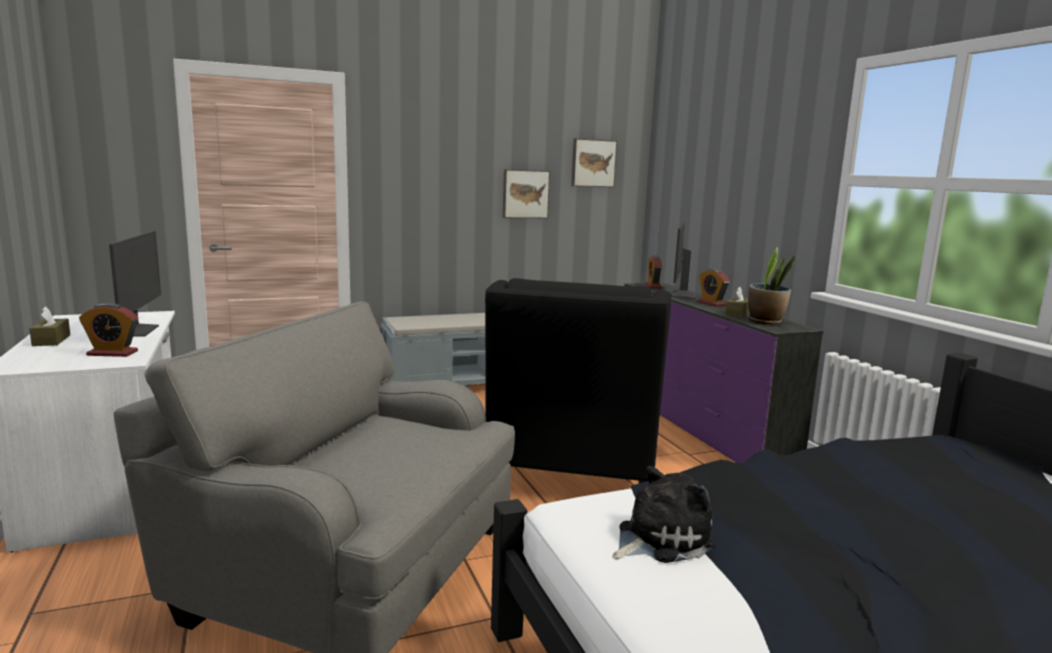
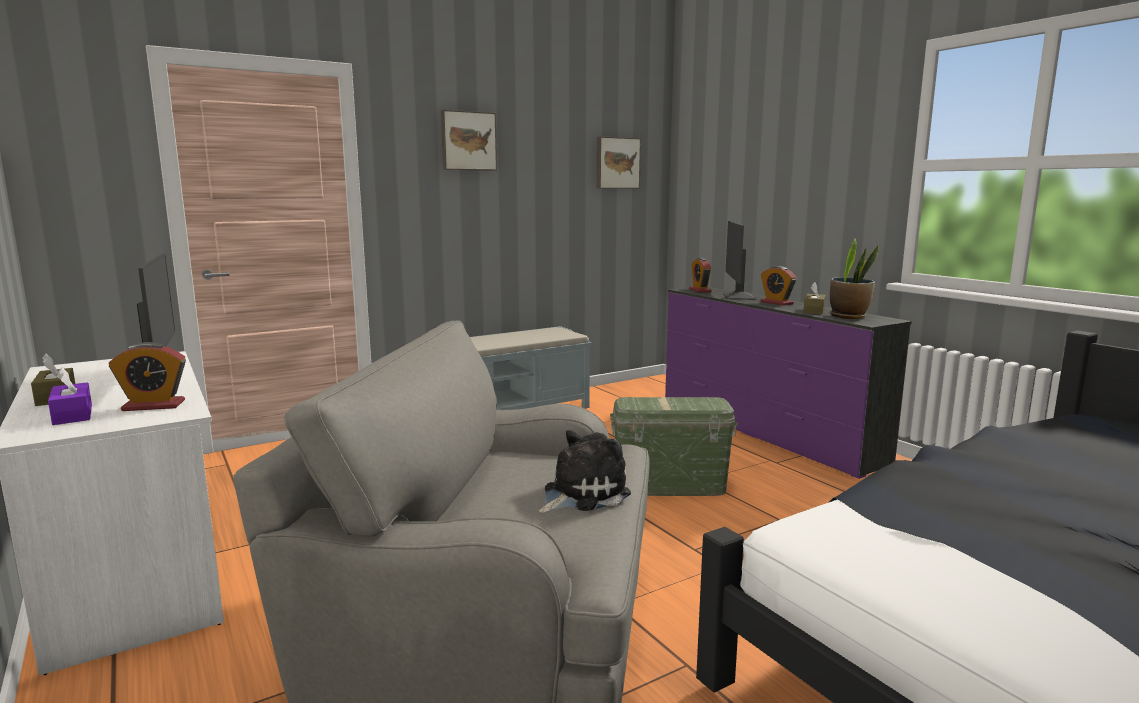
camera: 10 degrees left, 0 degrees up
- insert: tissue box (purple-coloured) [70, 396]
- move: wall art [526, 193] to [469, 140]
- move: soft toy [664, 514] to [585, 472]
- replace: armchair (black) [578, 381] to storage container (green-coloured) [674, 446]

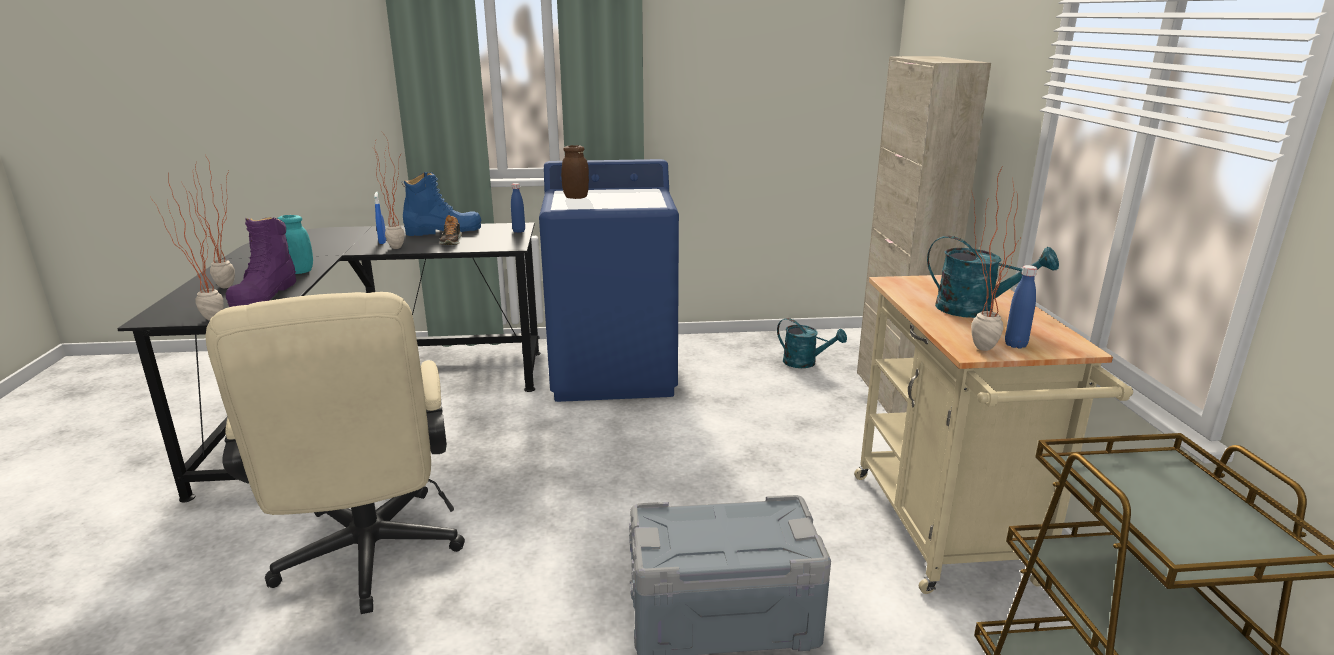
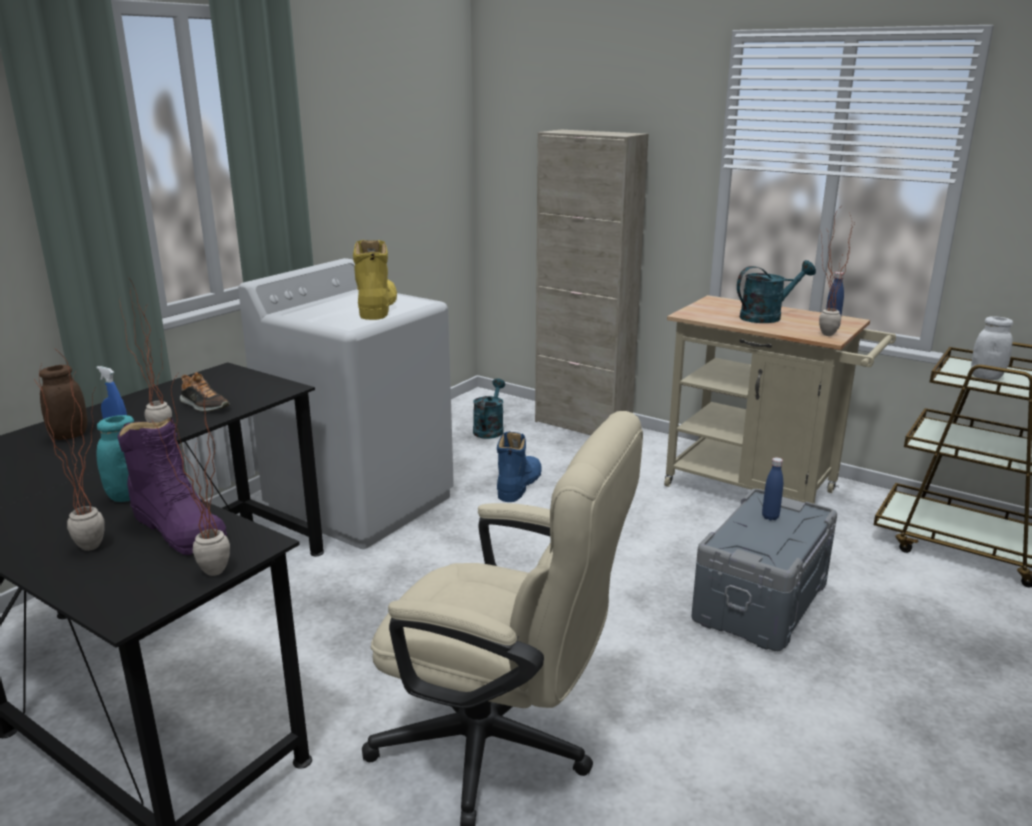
camera: 50 degrees left, 0 degrees up
- insert: boot (yellowish) [375, 280]
- insert: storage jar (white) [992, 348]
- move: boot (blue-coloured) [441, 204] to [519, 466]
- move: beverage bottle (blue-coloured) [518, 208] to [772, 488]
- move: storage jar (brown) [575, 172] to [63, 402]
- recolor: washing machine (blue-coloured) [609, 280] to washing machine (white) [346, 403]
- rotate: watering pot (turquoise) [812, 343] = [489, 408] 60 degrees counterclockwise

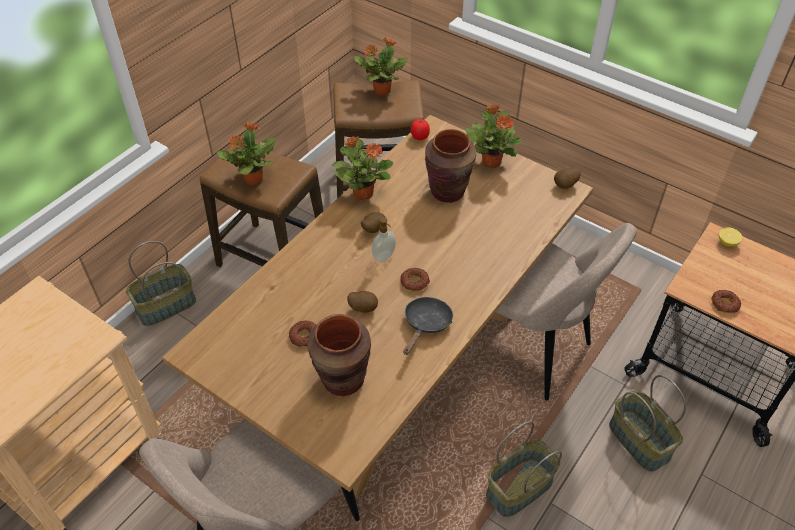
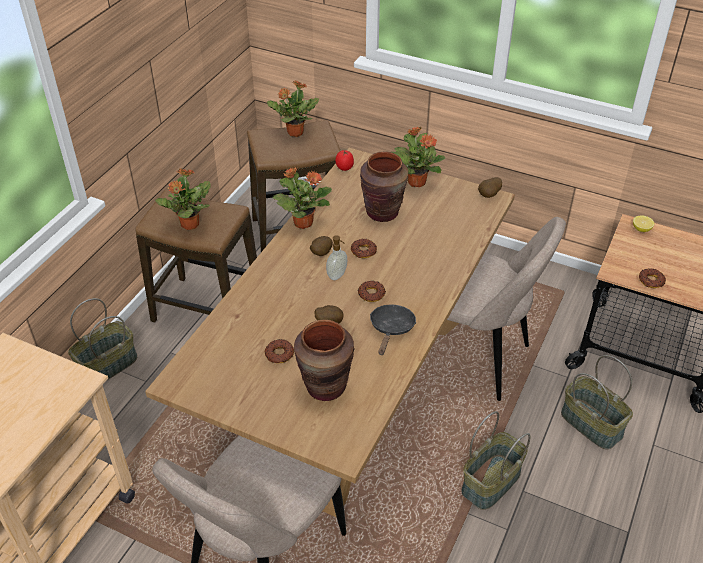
camera: 10 degrees left, 5 degrees down
- insert: doughnut [364, 248]

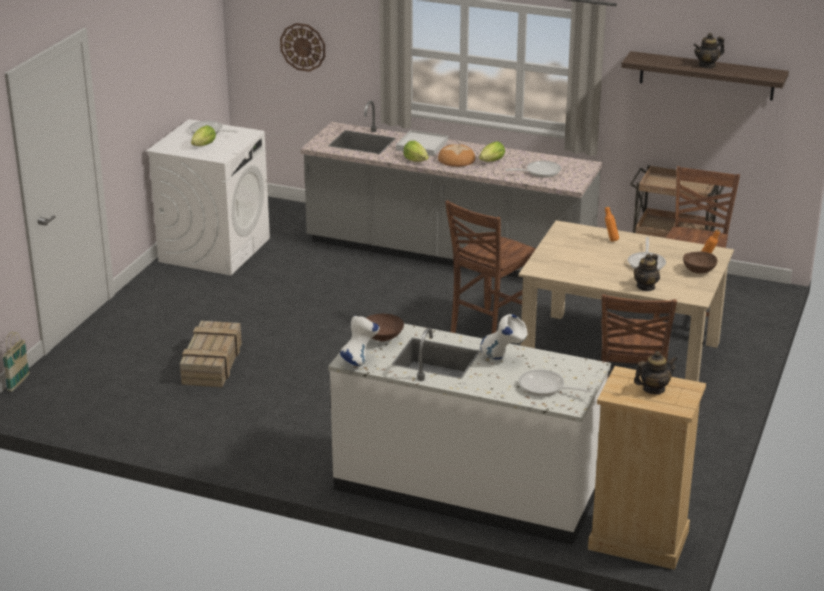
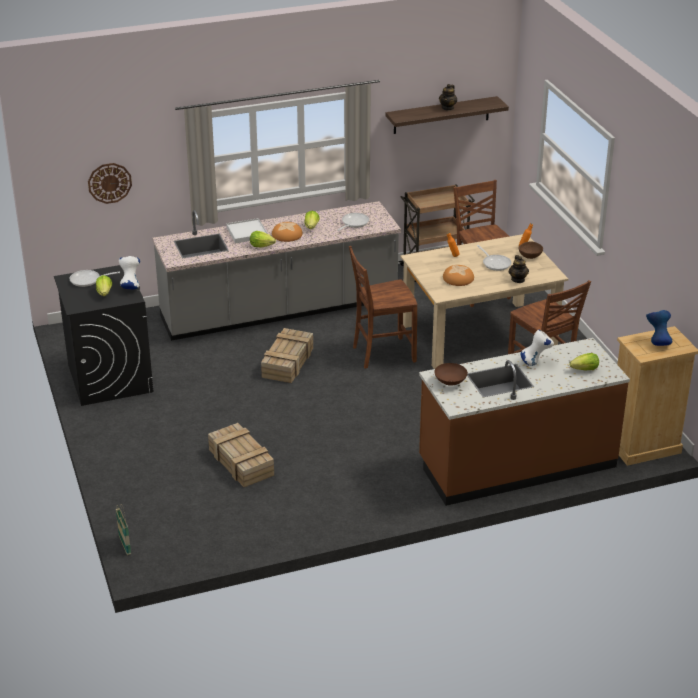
camera: 40 degrees left, 5 degrees up
- insert: packing crate [287, 355]
- insert: bread [458, 275]
- move: flower vase (white) [360, 340] to [129, 272]
- replace: pan [555, 383] to lettuce [584, 361]
- replace: teapot [655, 372] to flower vase (blue-coloured) [659, 328]
- recolor: washing machine (white) [208, 197] to washing machine (black) [103, 335]
- recolor: kitchen counter (white) [469, 434] to kitchen counter (brown) [524, 422]
- rotate: chair (brown) [490, 267] = [383, 307] 75 degrees clockwise

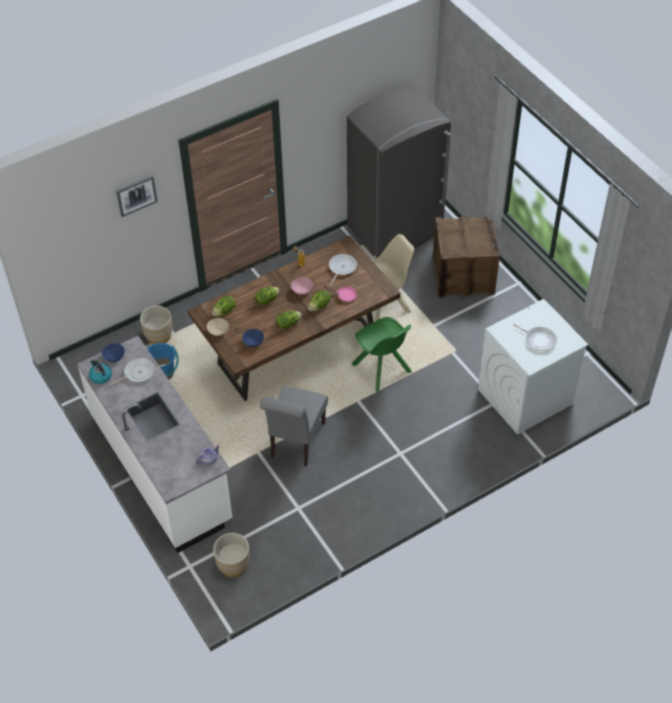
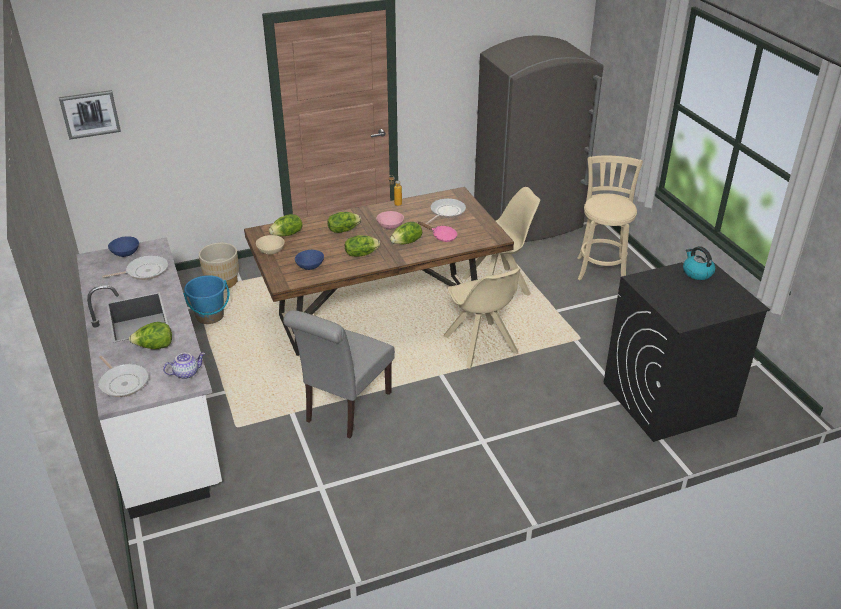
camera: 10 degrees right, 15 degrees down
- delete: flower pot (beige) [231, 555]
- insert: lettuce [150, 335]
- move: tea kettle [100, 372] to [699, 263]
- move: wall art [137, 196] to [90, 115]
- move: pan [535, 337] to [123, 376]
- replace: packing crate [466, 256] to sitting stool (beige) [610, 217]
- recolor: chair (green-coloured) [382, 354] to chair (beige) [481, 318]
- recolor: washing machine (white) [533, 367] to washing machine (black) [687, 352]

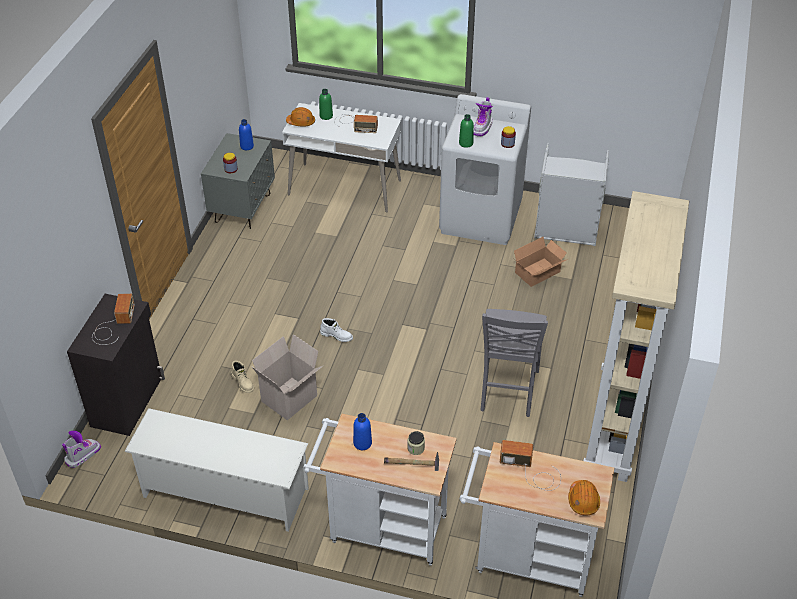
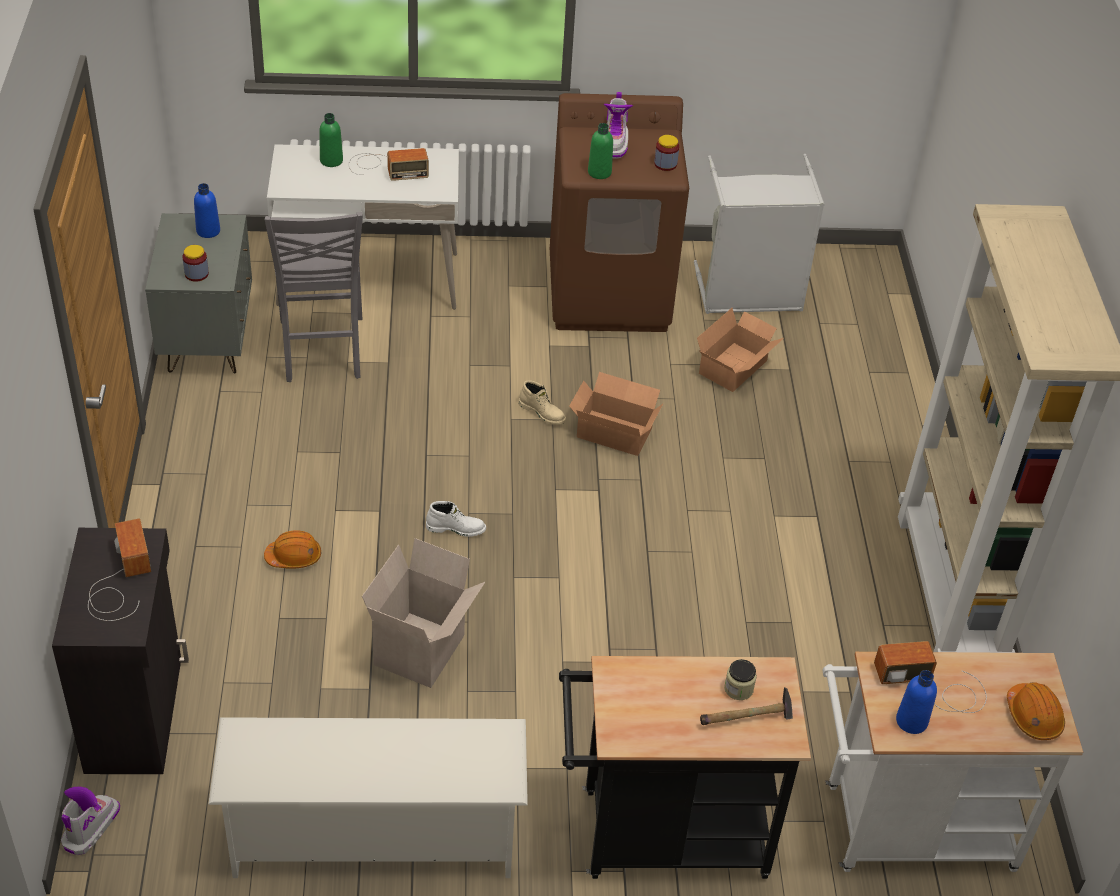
camera: 20 degrees left, 0 degrees up
- insert: cardboard box [616, 414]
- move: boot (beige) [242, 377] to [542, 402]
- move: work helmet (orangey) [300, 117] to [292, 549]
- move: beverage bottle (blue-coloured) [362, 431] to [916, 702]
- move: chair (grey) [514, 363] to [314, 297]
- recolor: cart (white) [380, 490] to cart (black) [685, 767]
- recolor: washing machine (white) [485, 169] to washing machine (brown) [619, 212]

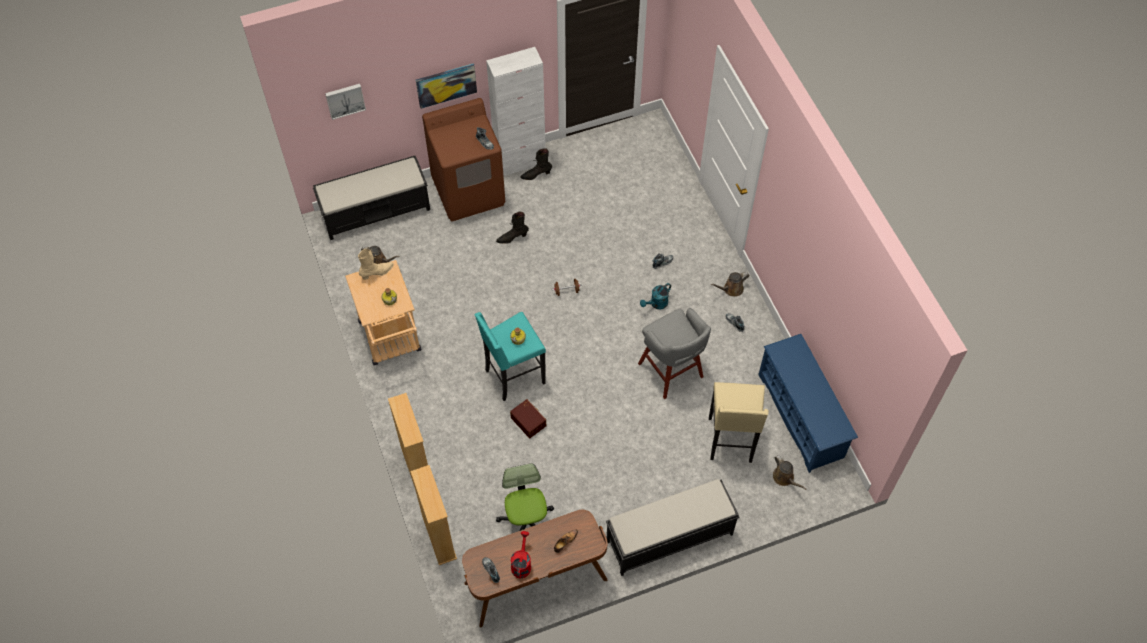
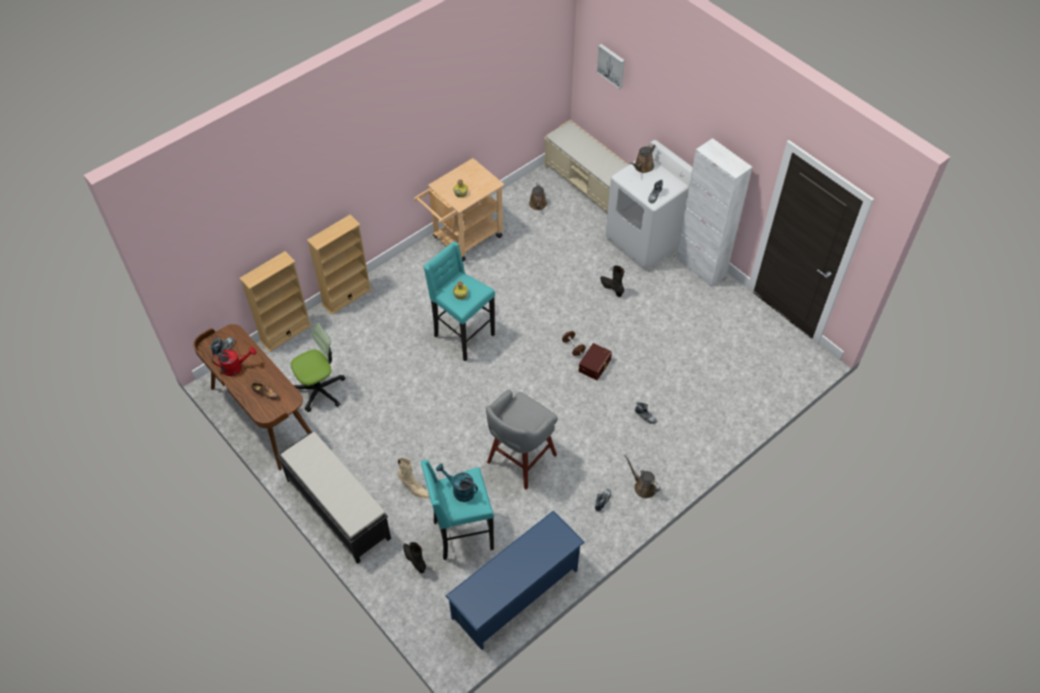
camera: 70 degrees right, 5 degrees down
- delete: wall art [446, 86]
- move: boot (beige) [376, 264] to [413, 478]
- move: storage container (brown) [528, 418] to [595, 361]
- move: boot (black) [536, 164] to [414, 557]
- move: watering pot (turquoise) [655, 296] to [457, 483]
- move: watering pot (brown) [789, 472] to [642, 158]
- recolor: indoor bench (black) [371, 198] to indoor bench (beige) [586, 166]
- recolor: washing machine (brown) [463, 159] to washing machine (white) [649, 205]
- recolor: sitting stool (beige) [739, 422] to sitting stool (turquoise) [457, 510]

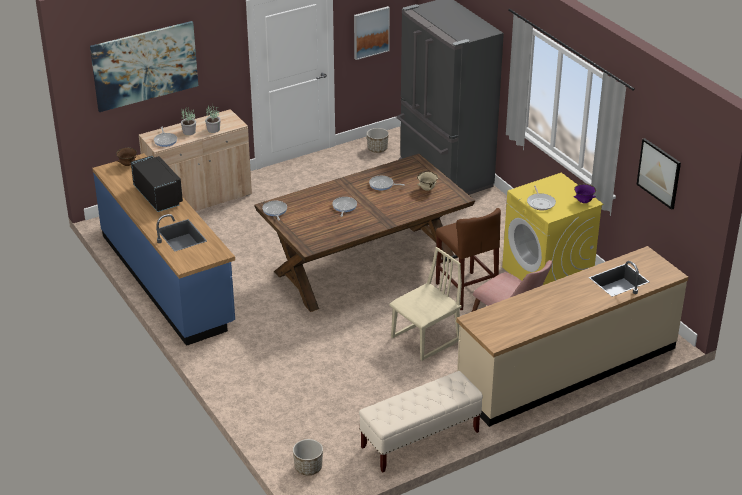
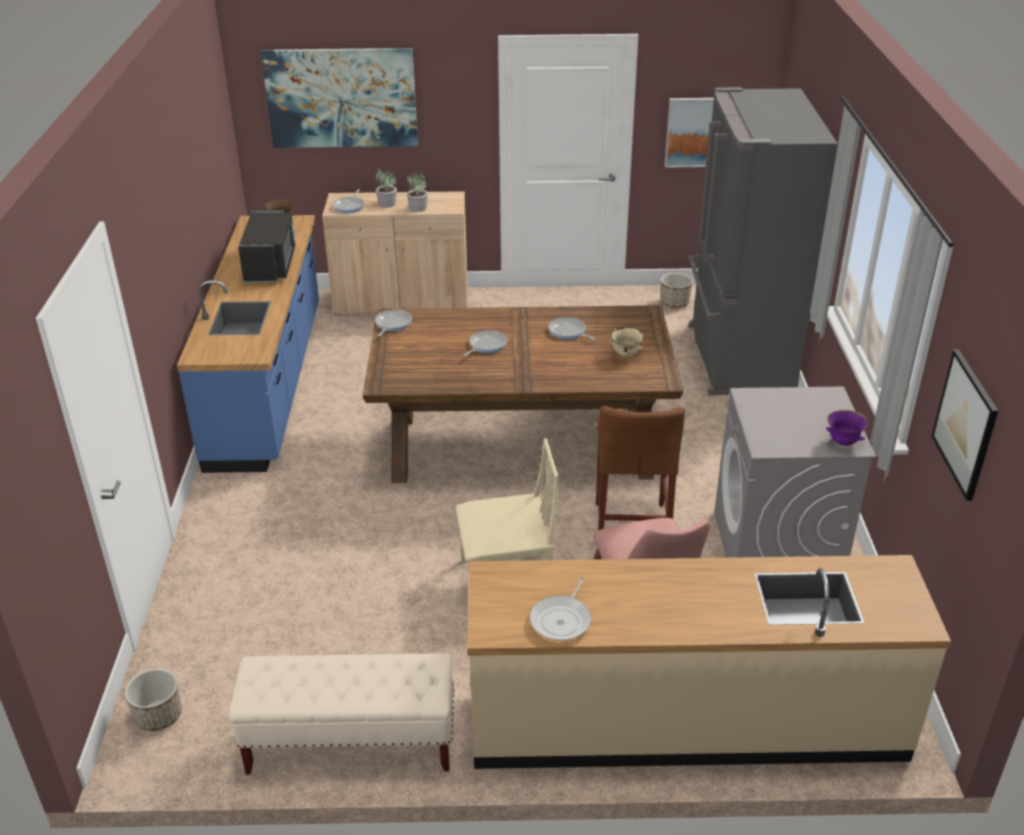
camera: 30 degrees right, 0 degrees up
- move: pan [541, 198] to [560, 609]
- recolor: washing machine (yellowish) [553, 228] to washing machine (grey) [795, 472]

